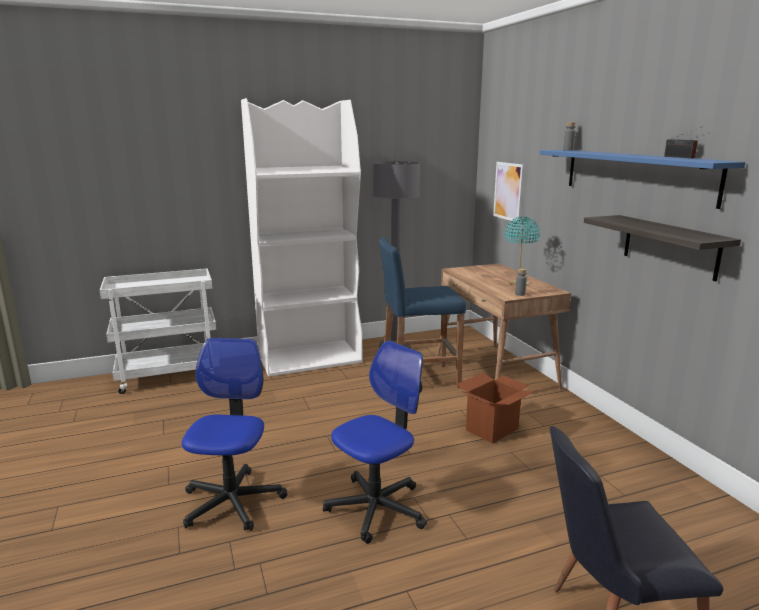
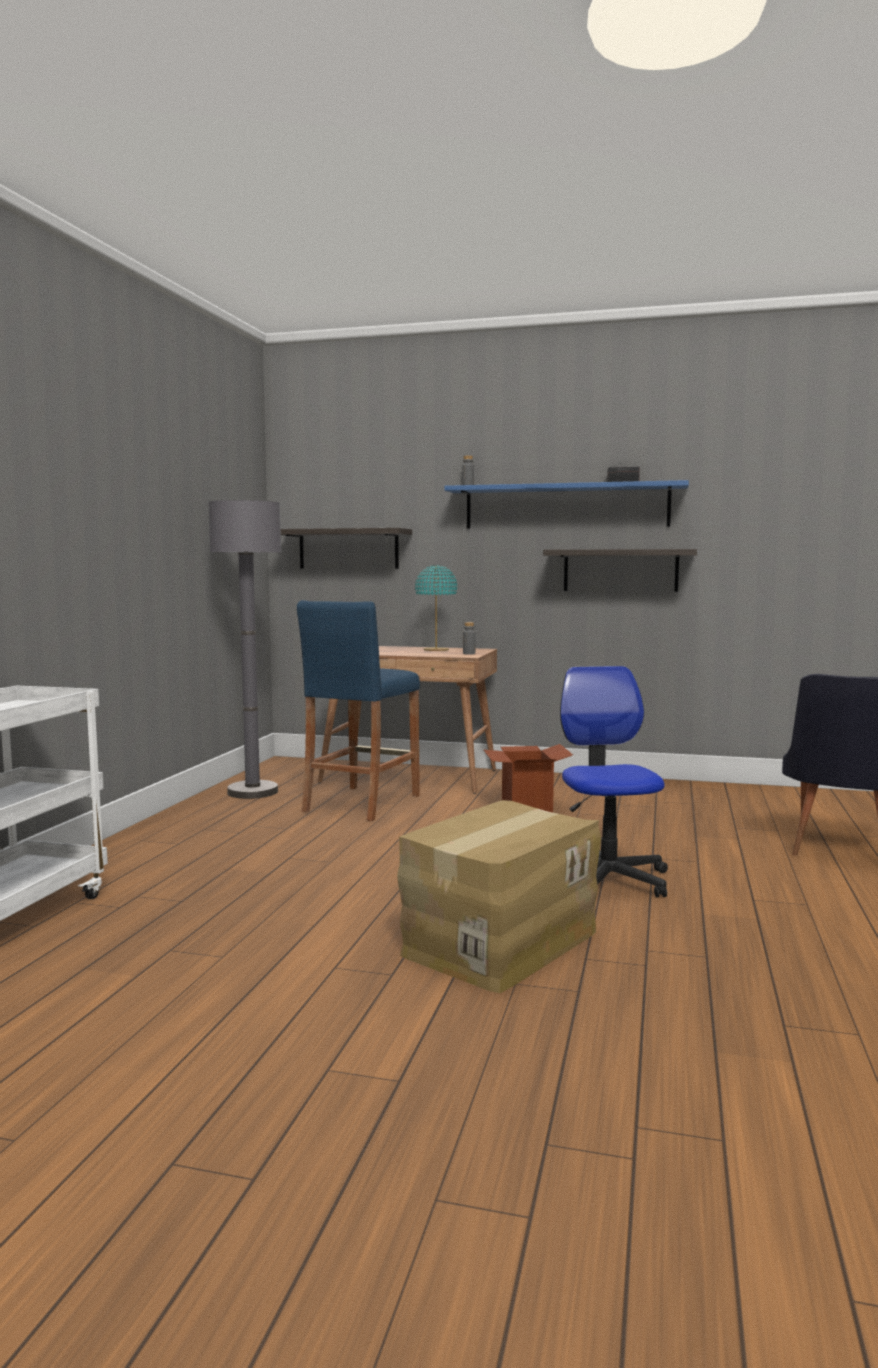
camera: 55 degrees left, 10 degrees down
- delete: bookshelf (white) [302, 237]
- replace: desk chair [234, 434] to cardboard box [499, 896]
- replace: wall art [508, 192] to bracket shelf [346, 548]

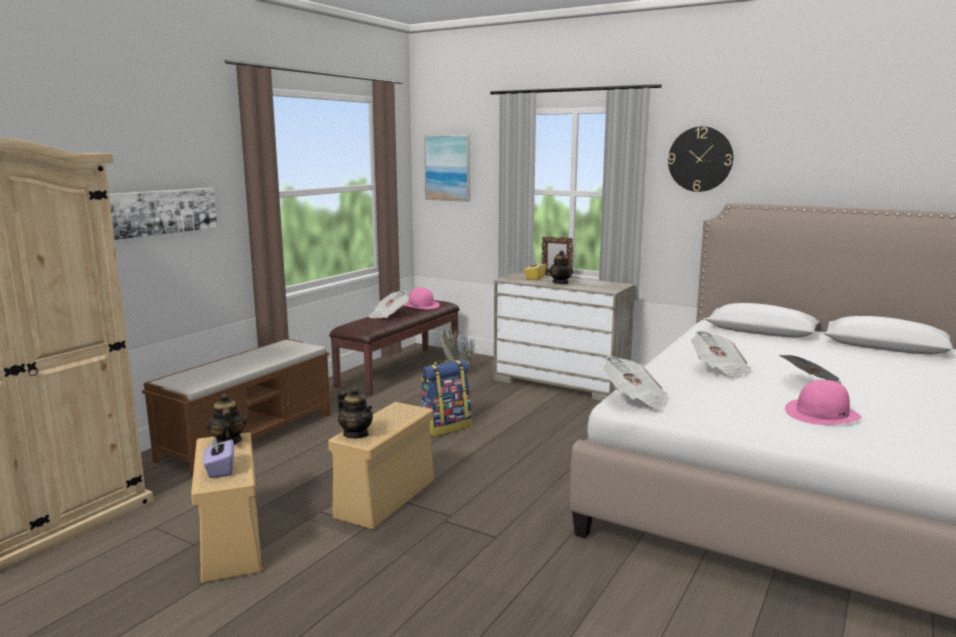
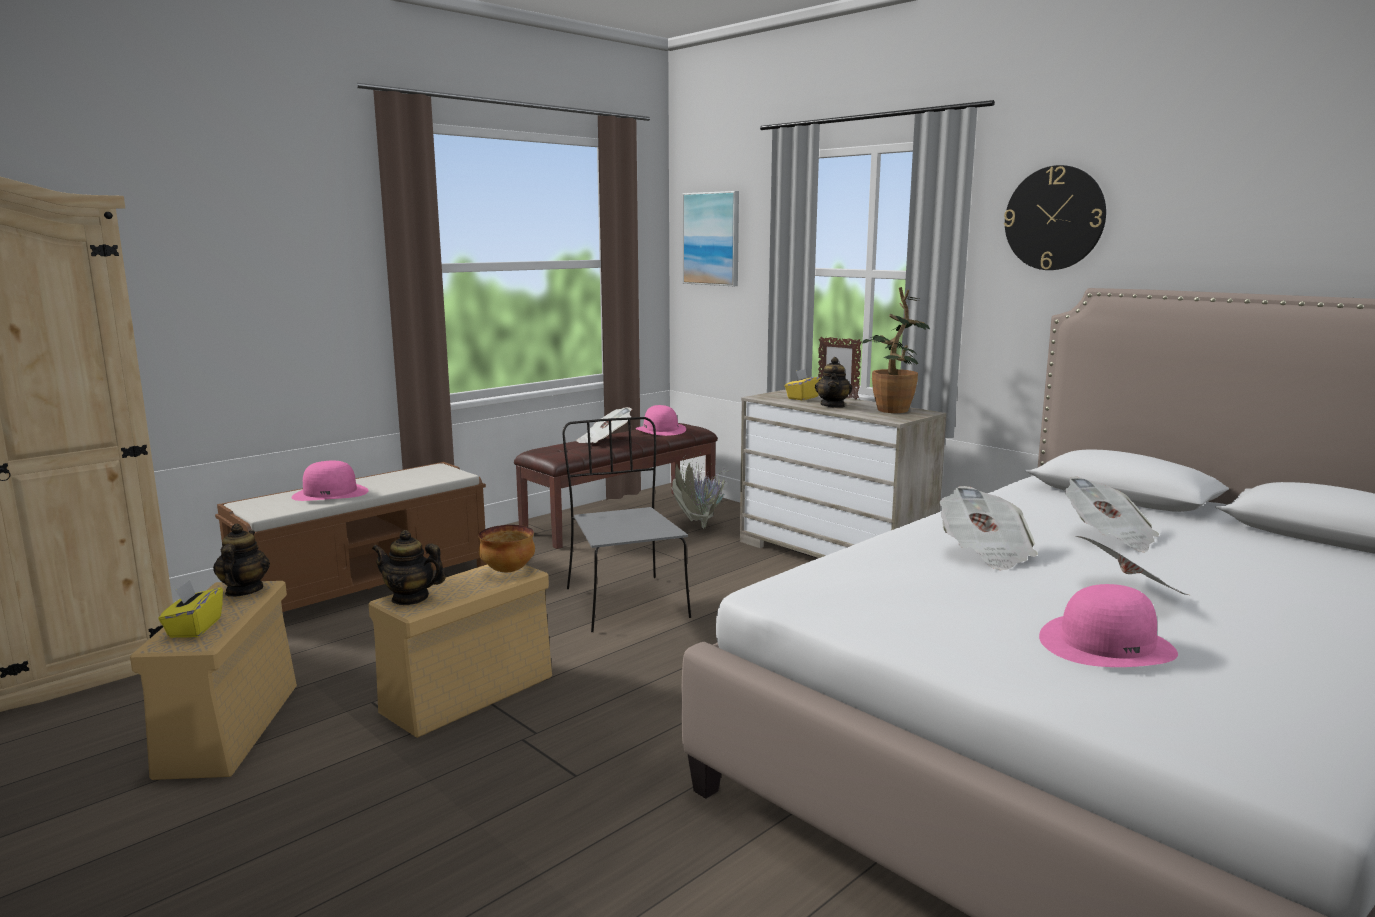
camera: 15 degrees right, 0 degrees up
- delete: wall art [163, 214]
- insert: wearable hat (pinkish) [330, 481]
- insert: bowl [506, 548]
- insert: houseplant [896, 350]
- move: newspaper [635, 383] to [1111, 514]
- replace: rucksack [446, 397] to chair (grey) [627, 524]
- recolor: tissue box (purple-coloured) [218, 457] to tissue box (yellowish) [190, 609]
- rotate: teapot [355, 412] = [409, 567] 135 degrees clockwise

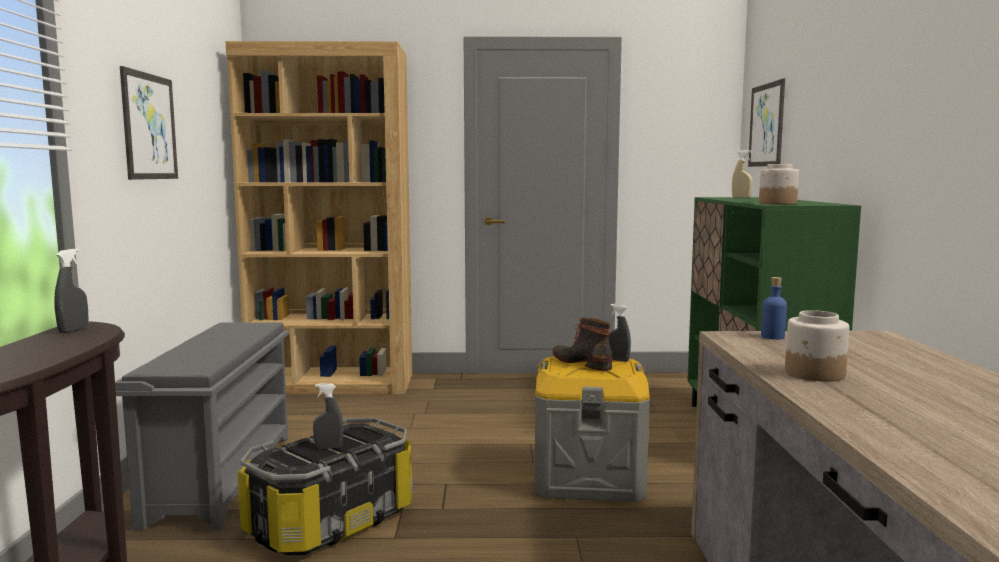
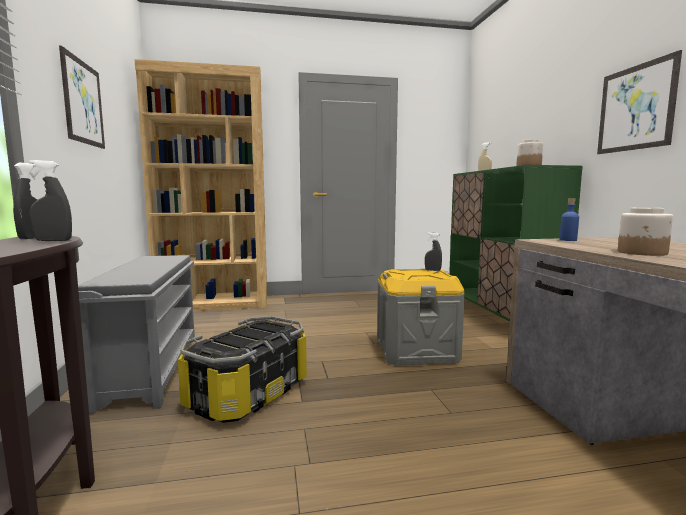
camera: 10 degrees left, 0 degrees up
- delete: boot [582, 344]
- move: sprayer (grey) [328, 416] to [50, 200]
- move: wall art [766, 123] to [639, 102]

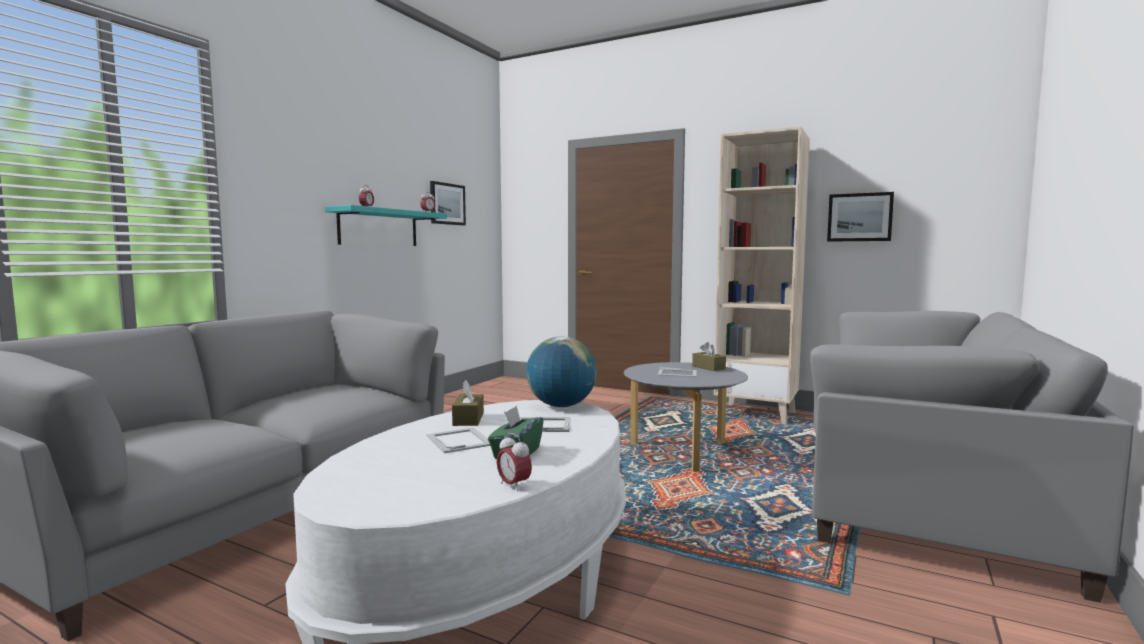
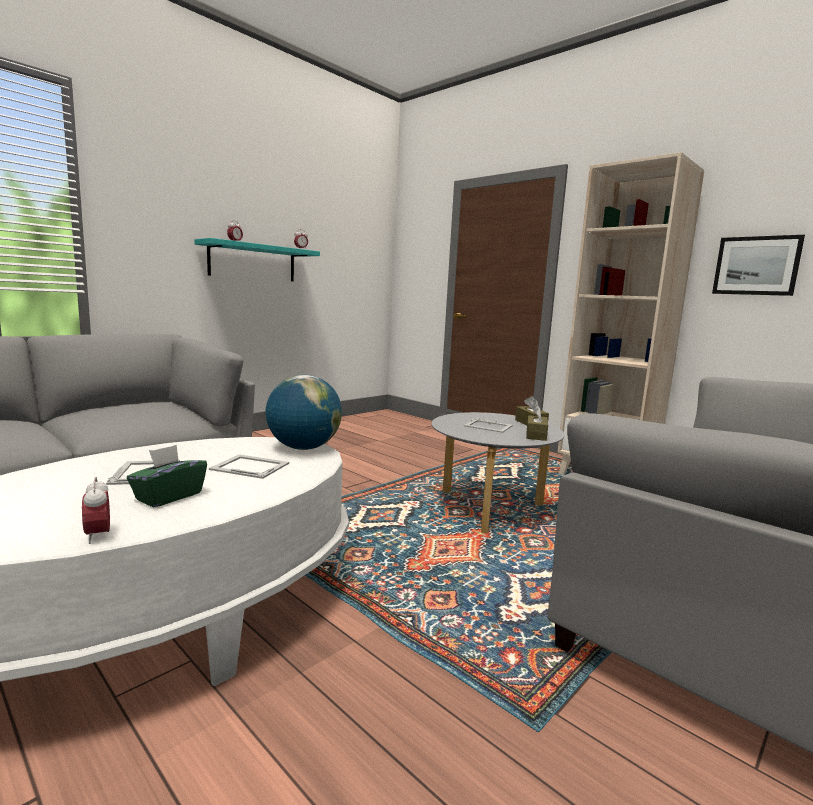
camera: 15 degrees right, 5 degrees up
- delete: wall art [448, 203]
- move: tissue box (brown) [468, 403] to [537, 423]

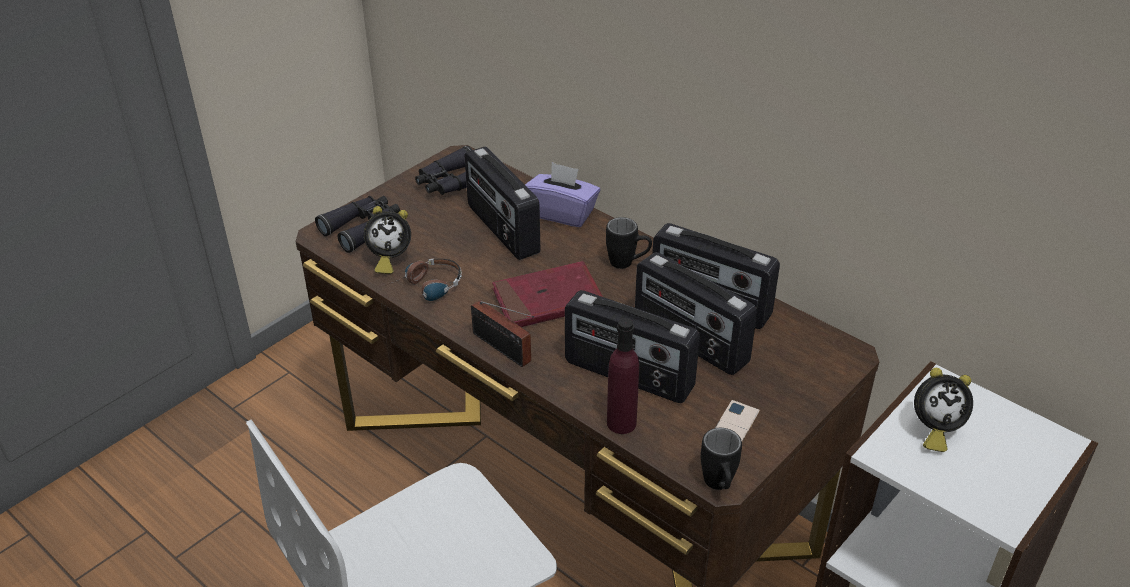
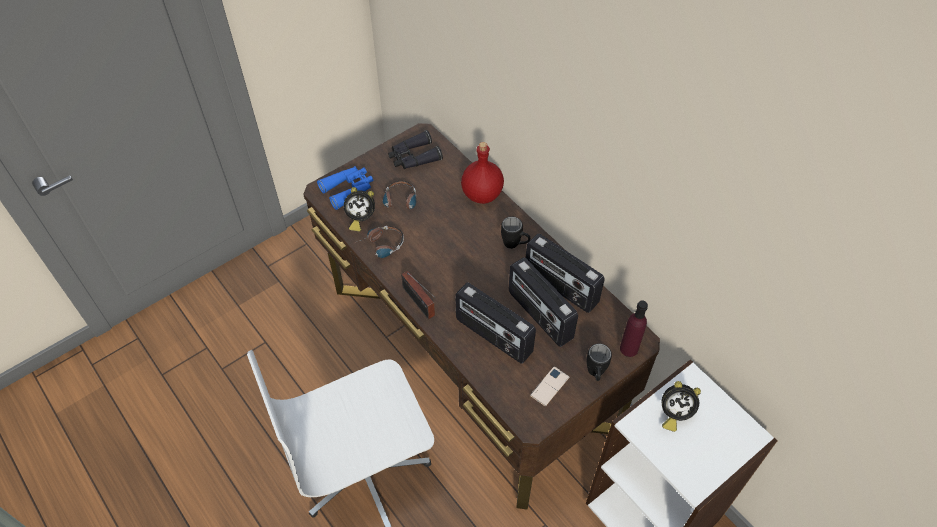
camera: 10 degrees right, 15 degrees up
- delete: radio set [502, 203]
- delete: bound book (red-coloured) [547, 294]
- insert: headset [399, 198]
- move: beverage bottle (purple-coloured) [623, 376] to [634, 328]
- move: coffee mug (black) [721, 459] to [599, 362]
- replace: tissue box (purple-coloured) [562, 194] to beverage bottle (red-coloured) [482, 173]
- recolor: field glasses (black) [357, 224] to field glasses (blue-coloured) [345, 188]

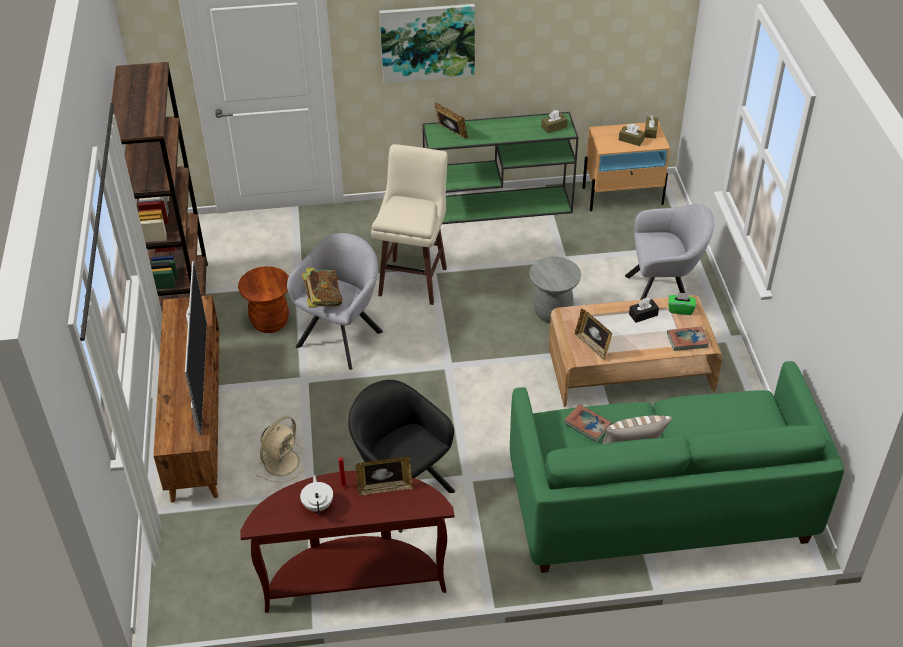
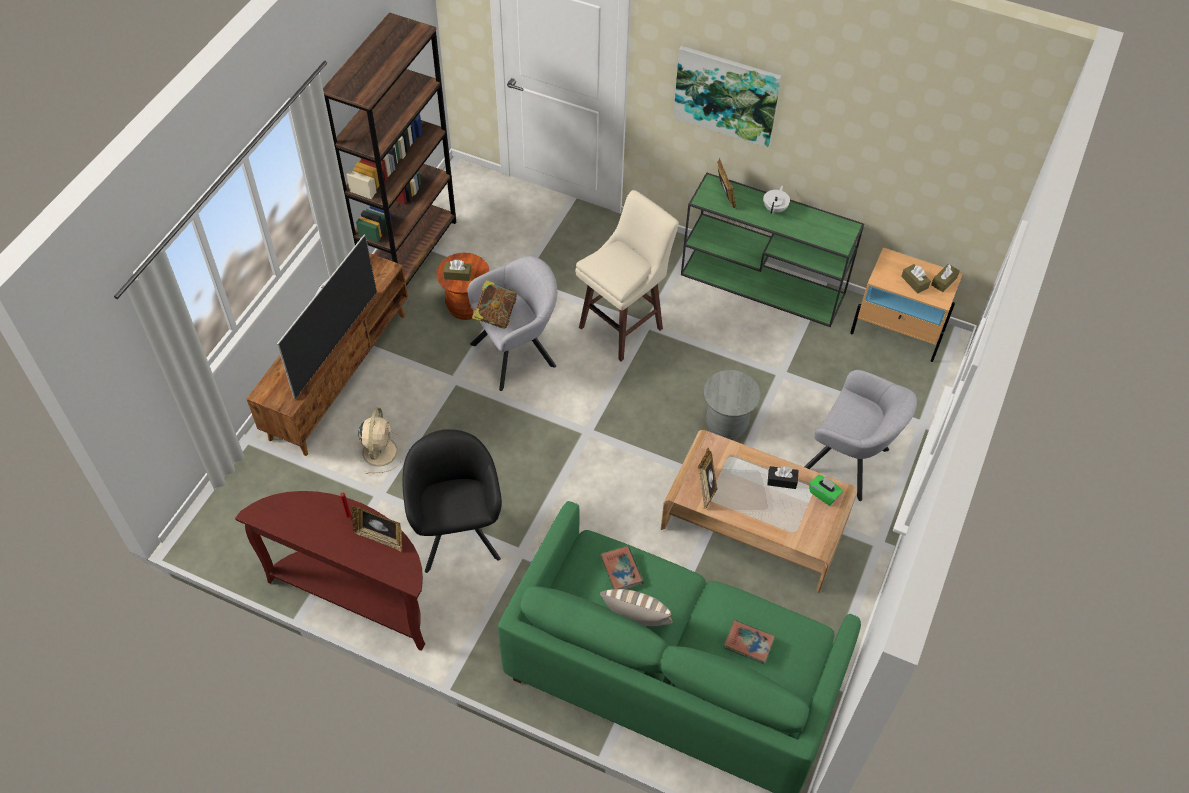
camera: 30 degrees right, 10 degrees up
- move: teapot (white) [316, 495] to [776, 199]
- move: tissue box (brown) [554, 121] to [457, 270]
- move: bound book [688, 339] to [749, 642]
- rotate: fan (beige) [282, 449] = [380, 441] 60 degrees counterclockwise

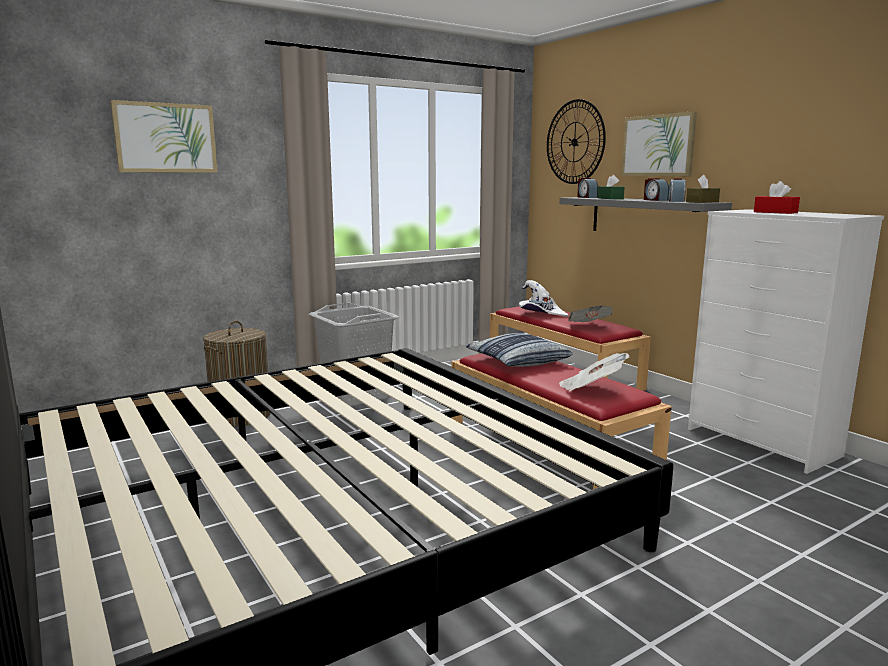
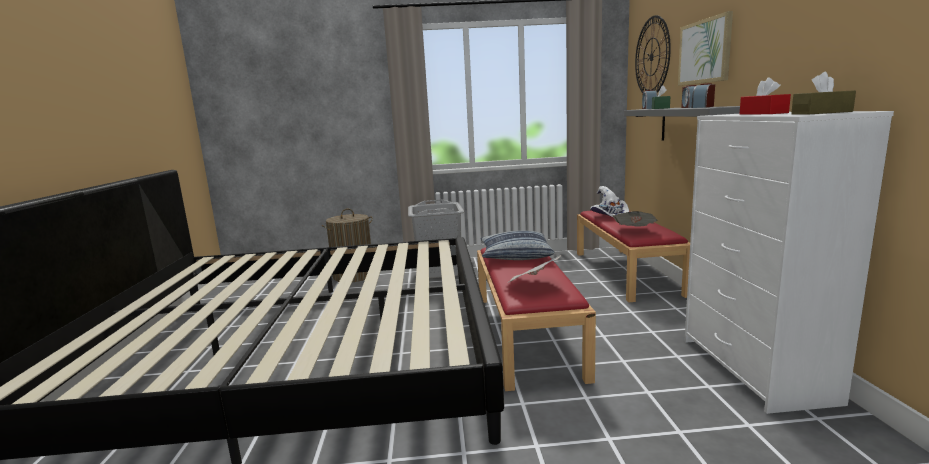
camera: 30 degrees right, 0 degrees up
- delete: wall art [164, 136]
- move: tissue box (brown) [703, 189] to [823, 93]

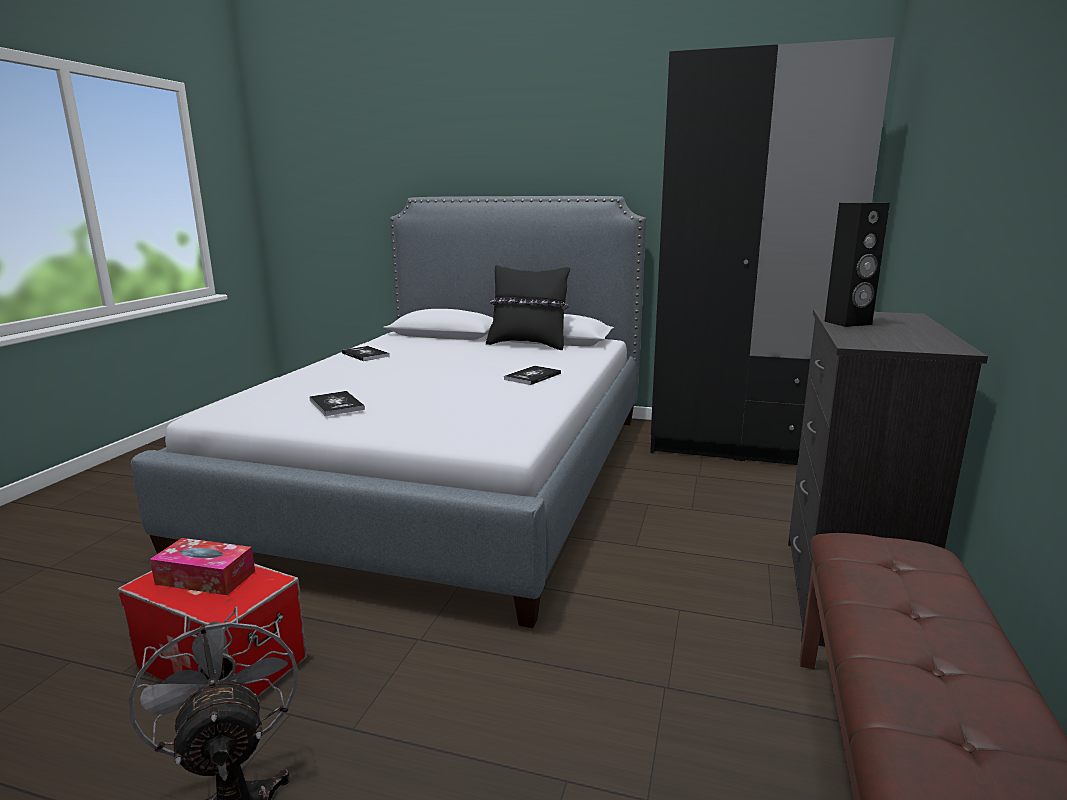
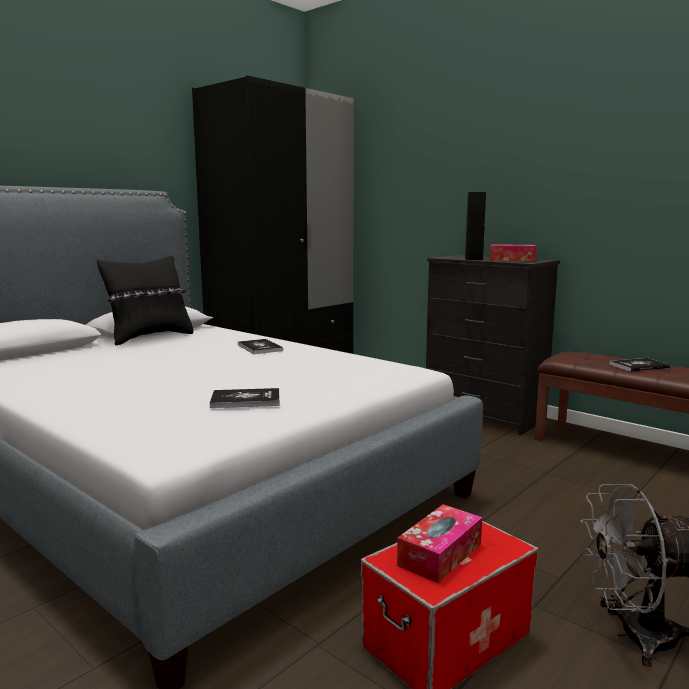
camera: 65 degrees left, 5 degrees down
- insert: tissue box [513, 252]
- move: bound book [366, 353] to [640, 365]

